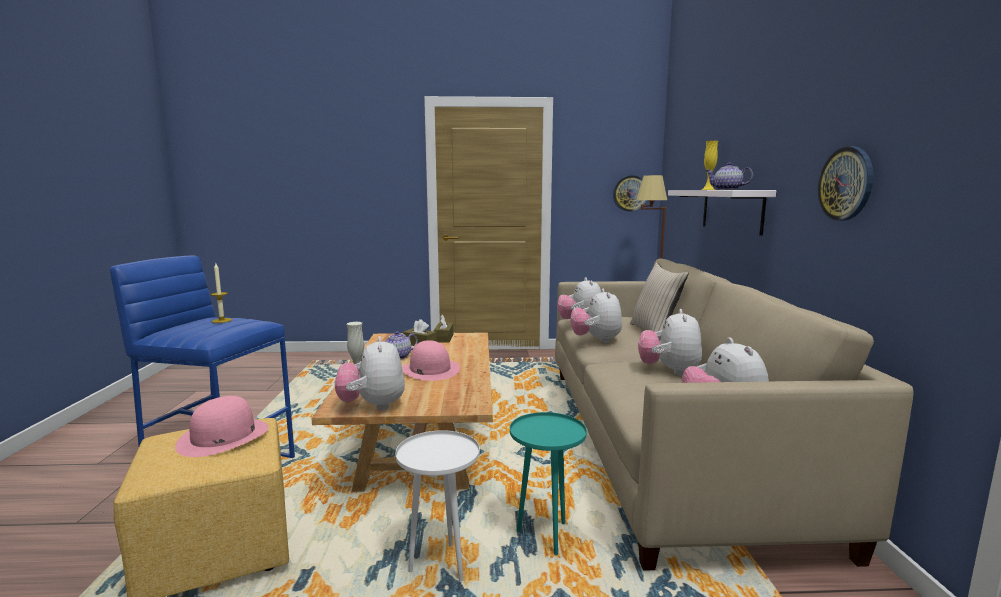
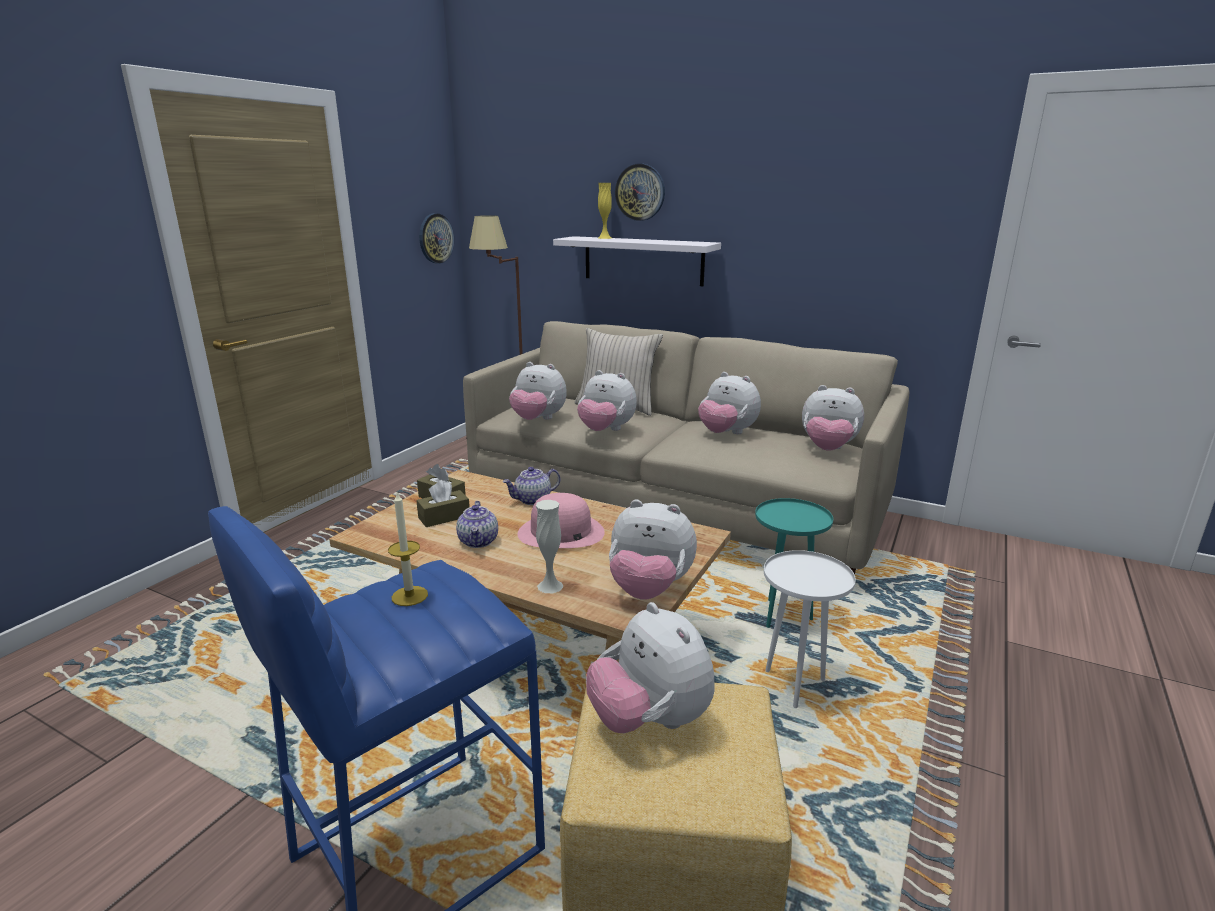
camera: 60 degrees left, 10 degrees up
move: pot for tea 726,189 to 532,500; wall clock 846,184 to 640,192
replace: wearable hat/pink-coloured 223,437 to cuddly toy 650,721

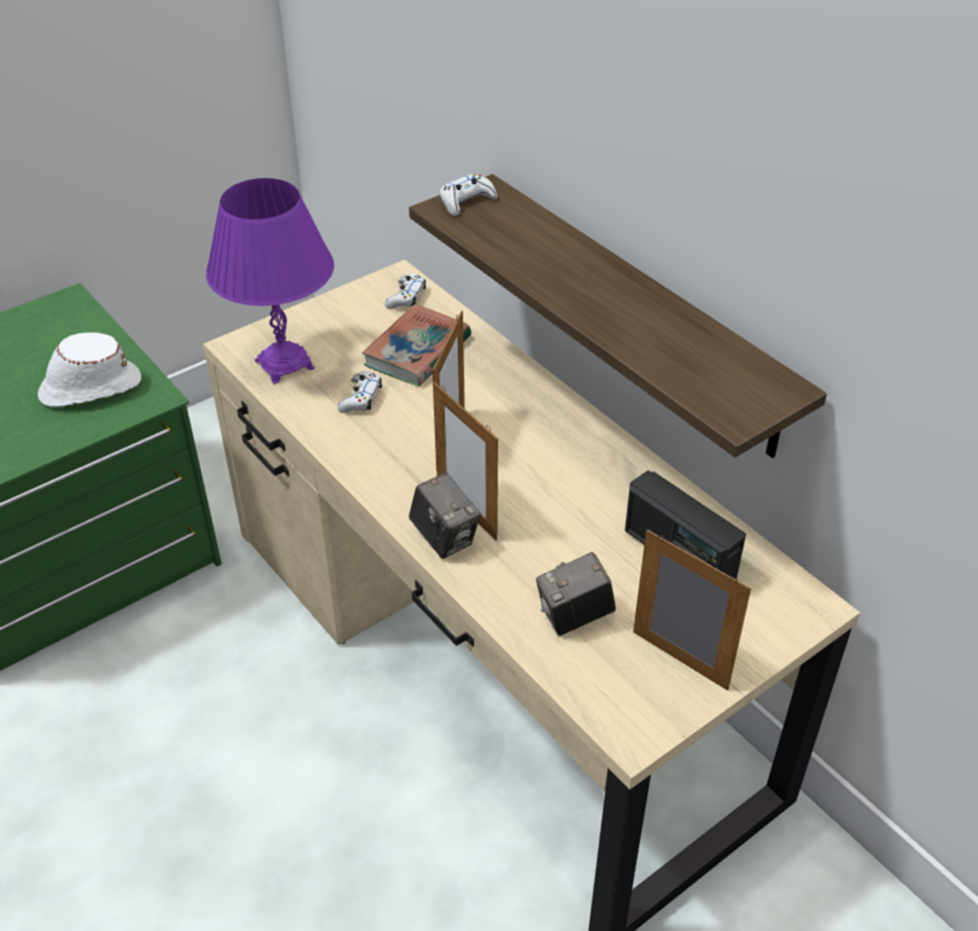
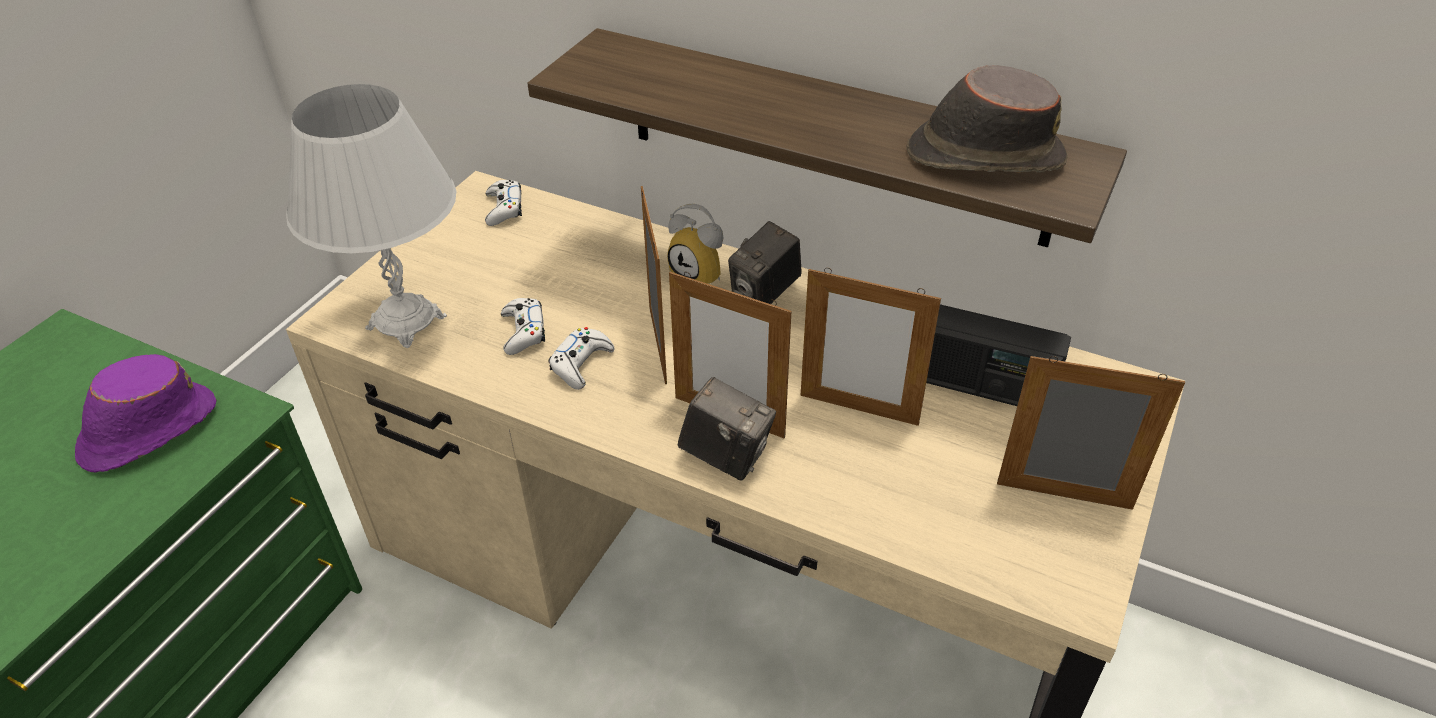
camera: 25 degrees left, 0 degrees up
delete: book 417,351
insert: table clock 701,274; picture frame 858,409; wearable hat/brown 983,155
move: gamepad/white 466,201 to 581,364; still camera 574,617 to 765,293
recolor: wearable hat/white 89,388 to wearable hat/purplish 147,431; lamp for a table/purplish 284,365 to lamp for a table/white 406,322

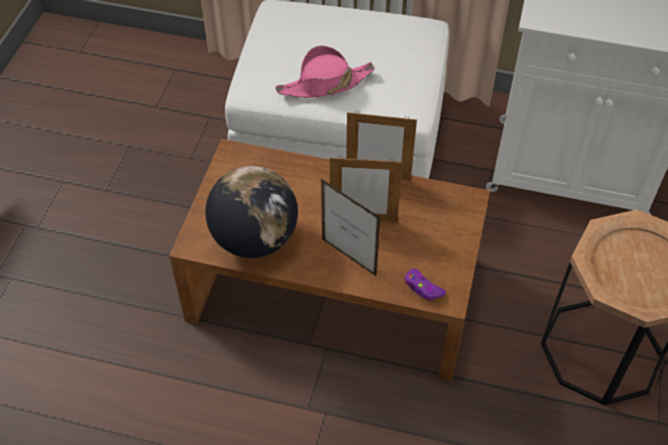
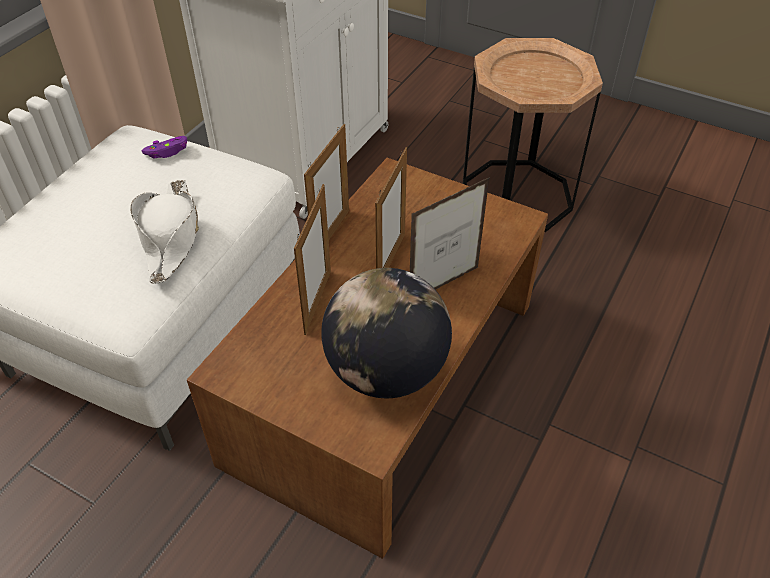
camera: 75 degrees left, 5 degrees down
insert: picture frame 317,301
move: gamepad/purplish 423,288 to 167,151
recolor: wearable hat/pink-coloured 325,84 to wearable hat/white 170,237

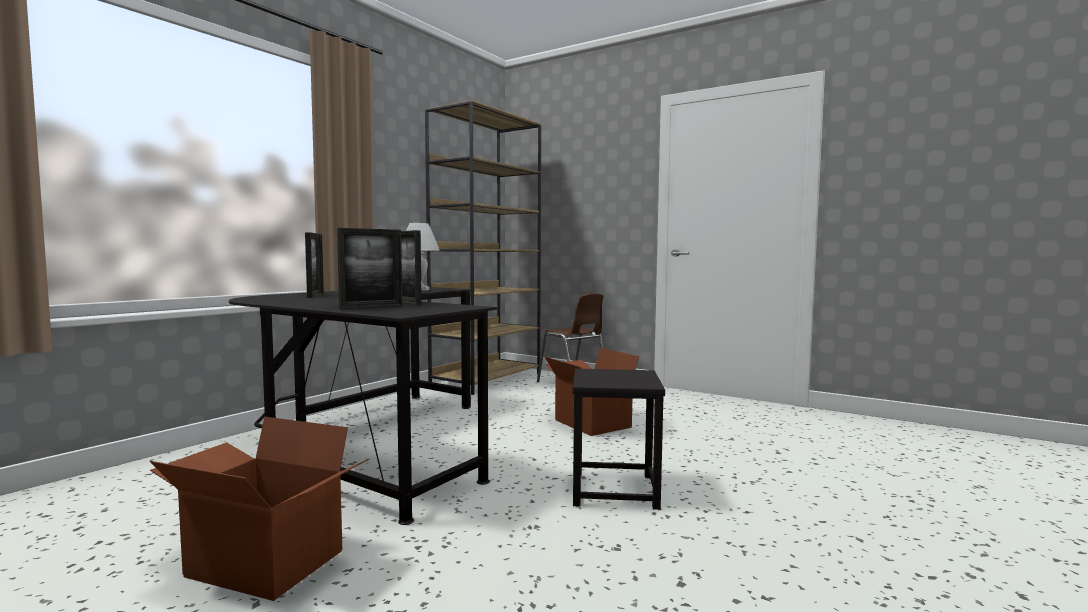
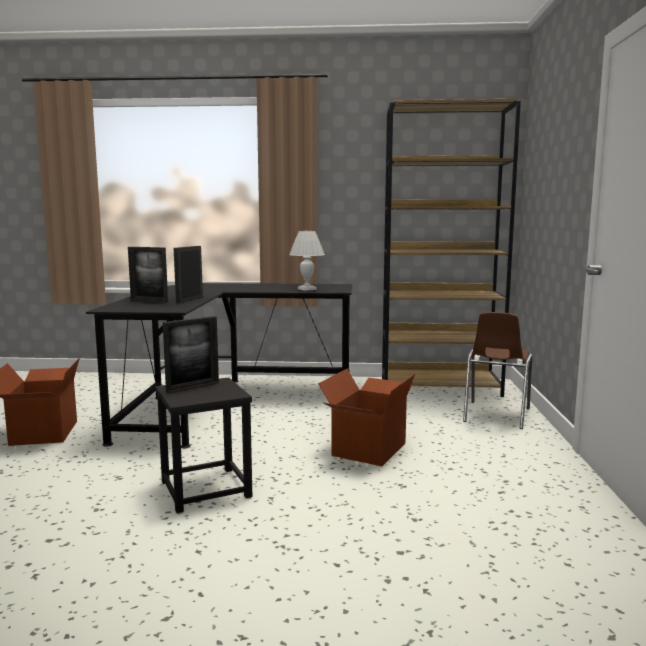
camera: 60 degrees right, 5 degrees up
move: picture frame 315,296 to 193,387

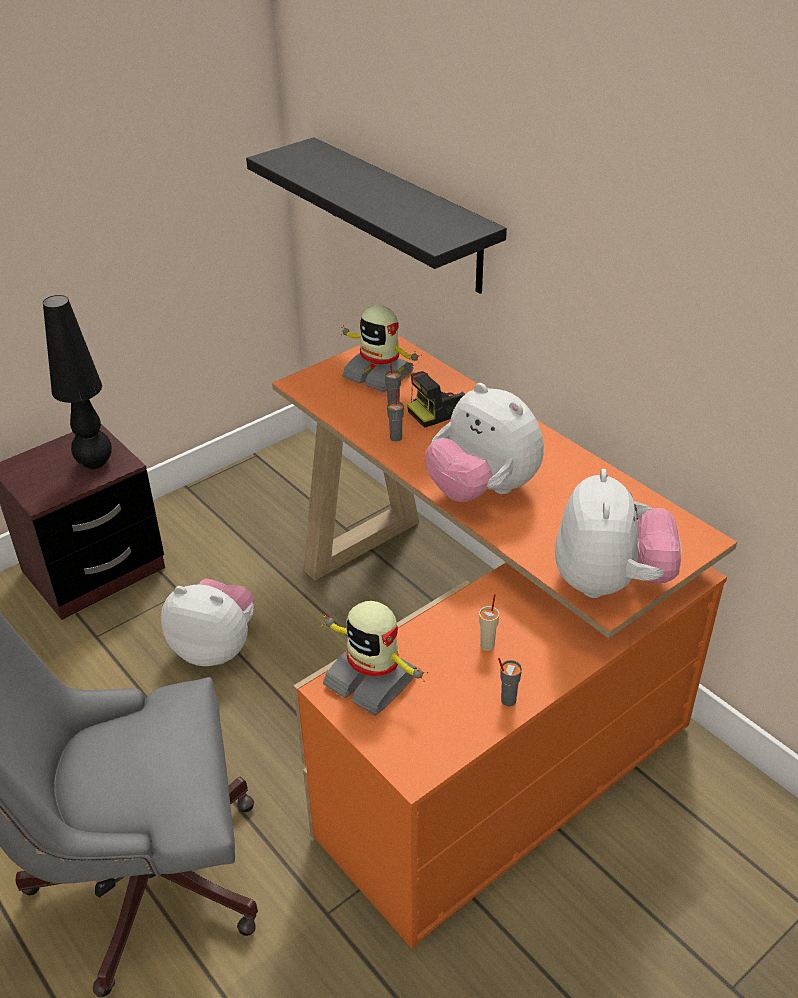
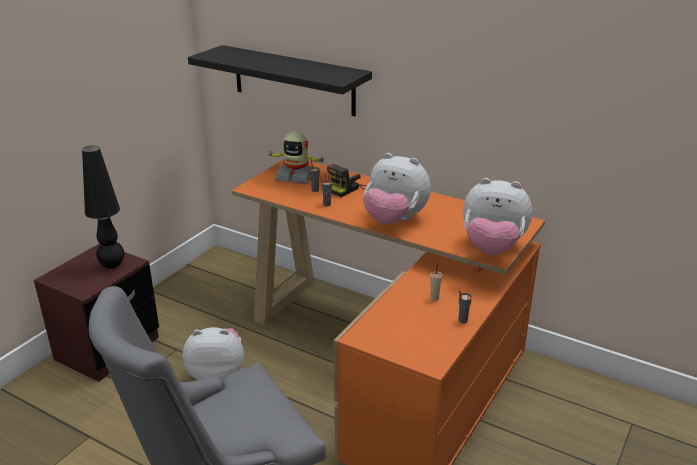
camera: 20 degrees left, 10 degrees down
delete: toy robot 372,679
rotate: cuddly toy 609,582 = 492,249 120 degrees clockwise

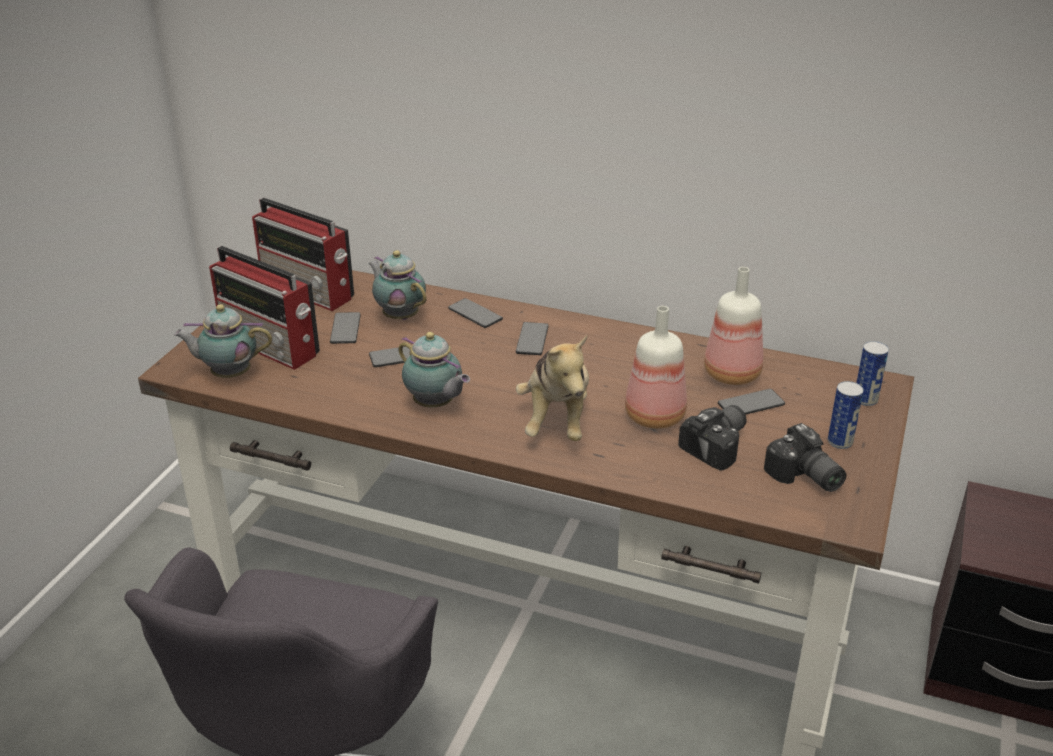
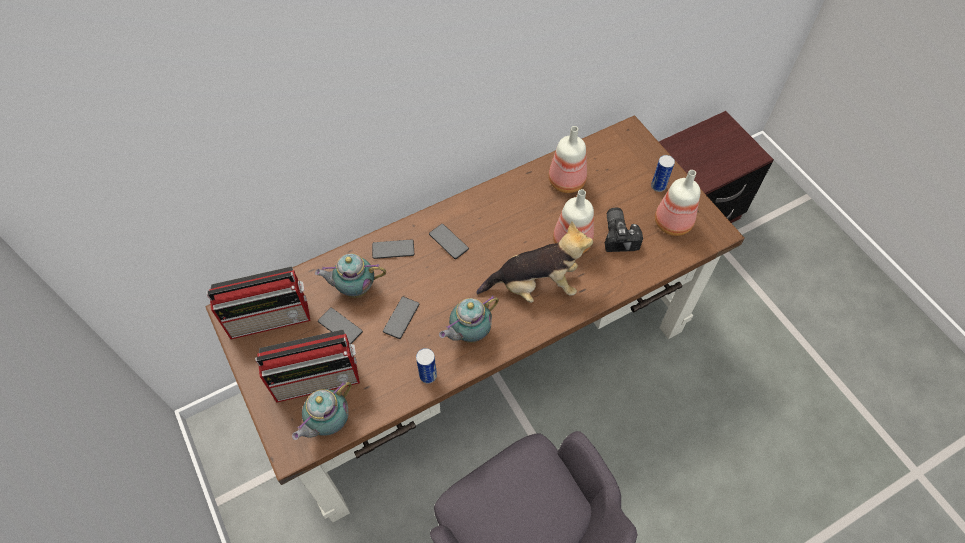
camera: 50 degrees left, 25 degrees up
delete: handset 751,404
move: can 865,400 to 428,375
replace: still camera 804,477 to beverage bottle 672,222
rotate: pot for tea 435,405 = 469,333 150 degrees clockwise; cuddly toy 556,419 = 535,286 45 degrees counterclockwise

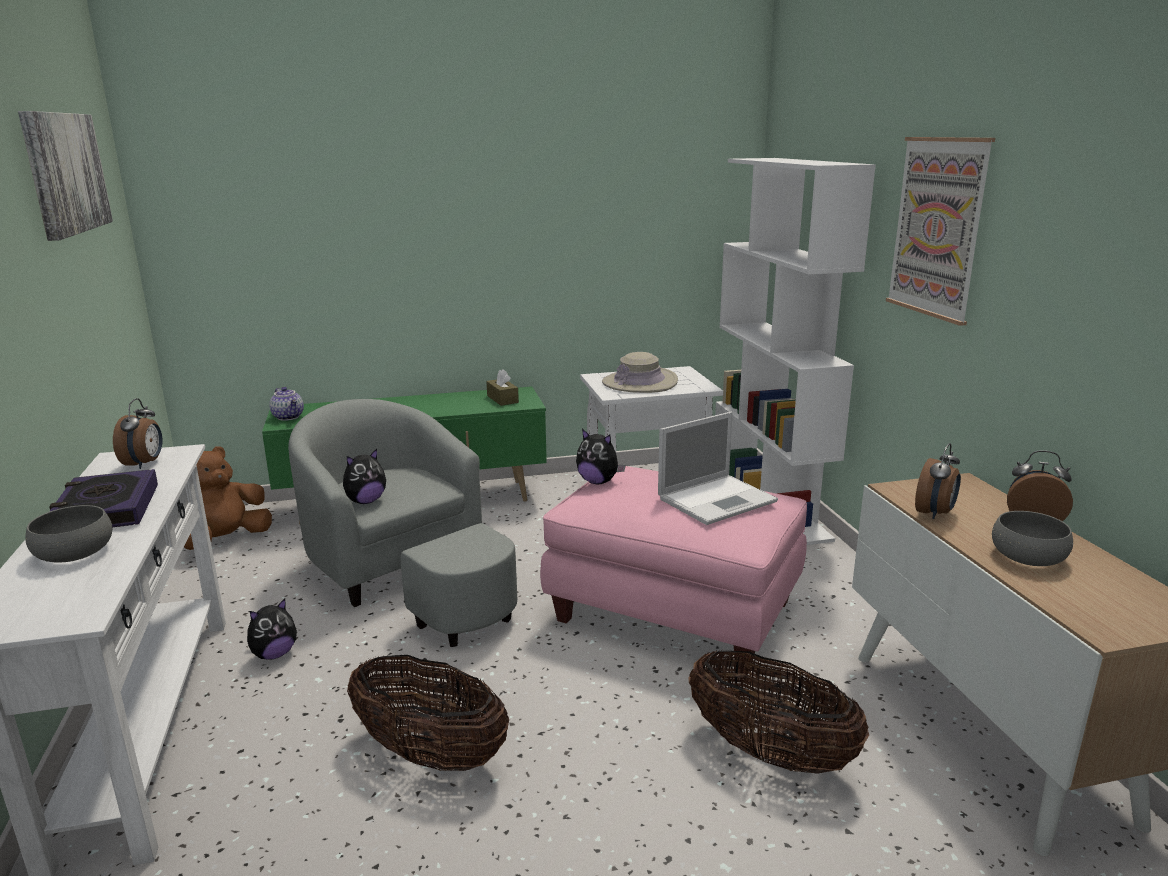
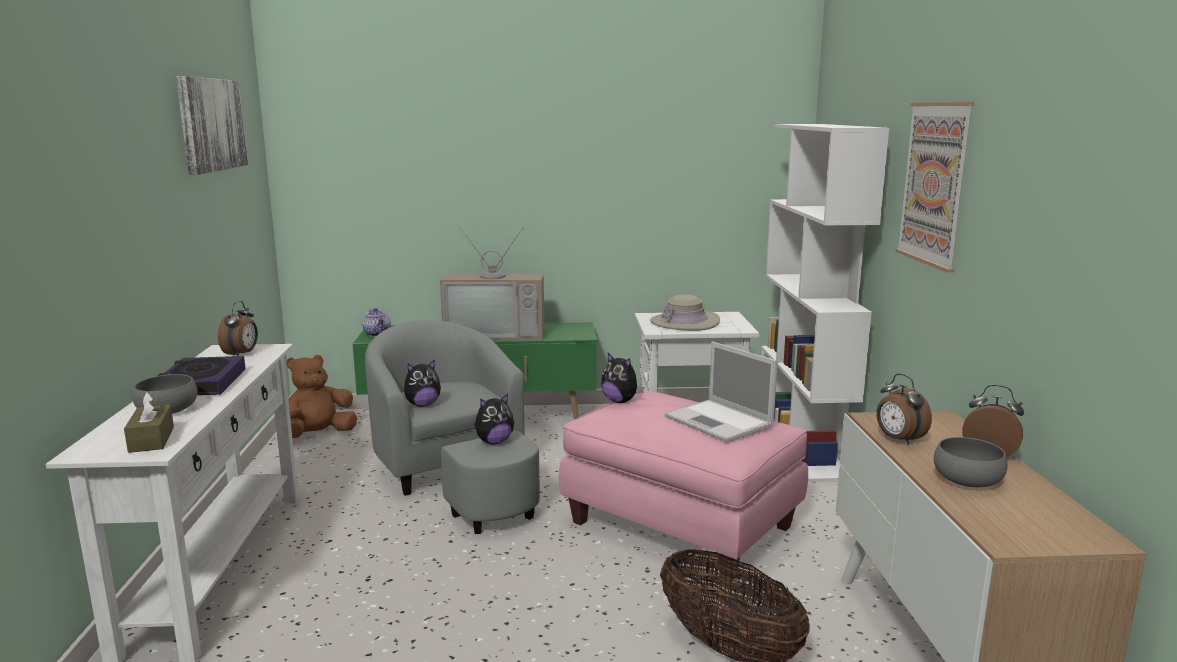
camera: 10 degrees right, 5 degrees down
delete: basket 430,754
insert: TV set 496,333
move: cuddly toy 274,654 to 494,442; box of tissues/brown 502,399 to 151,439
rotate: portable computer 718,499 = 720,421 75 degrees clockwise; table clock 935,513 = 898,439 105 degrees clockwise

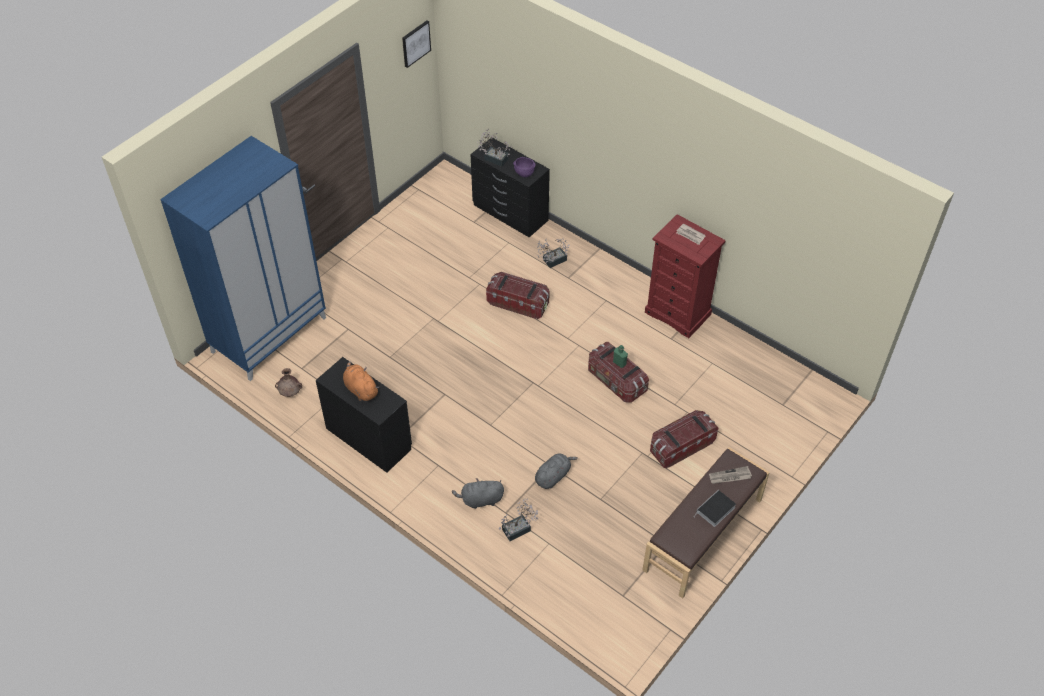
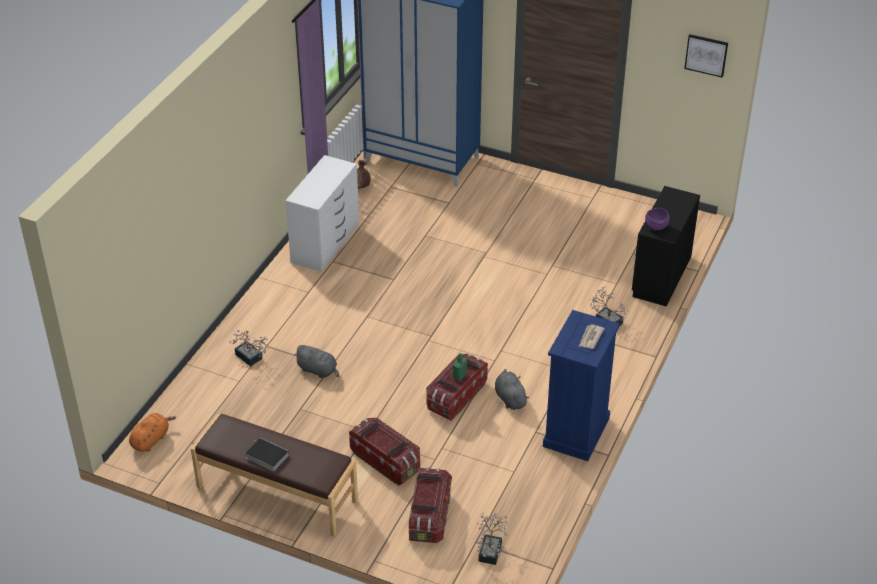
camera: 75 degrees right, 10 degrees down
delete: printed paper 729,477
move: cuddly toy/orangey 360,389 to 151,440; cuddly toy/gray 480,500 to 510,398; houseplant 494,158 to 491,549; storage box 518,303 to 429,516
recolor: dresser/blackish 369,437 to dresser/white 326,243; dresser/reddish 678,313 to dresser/blue-coloured 576,432

